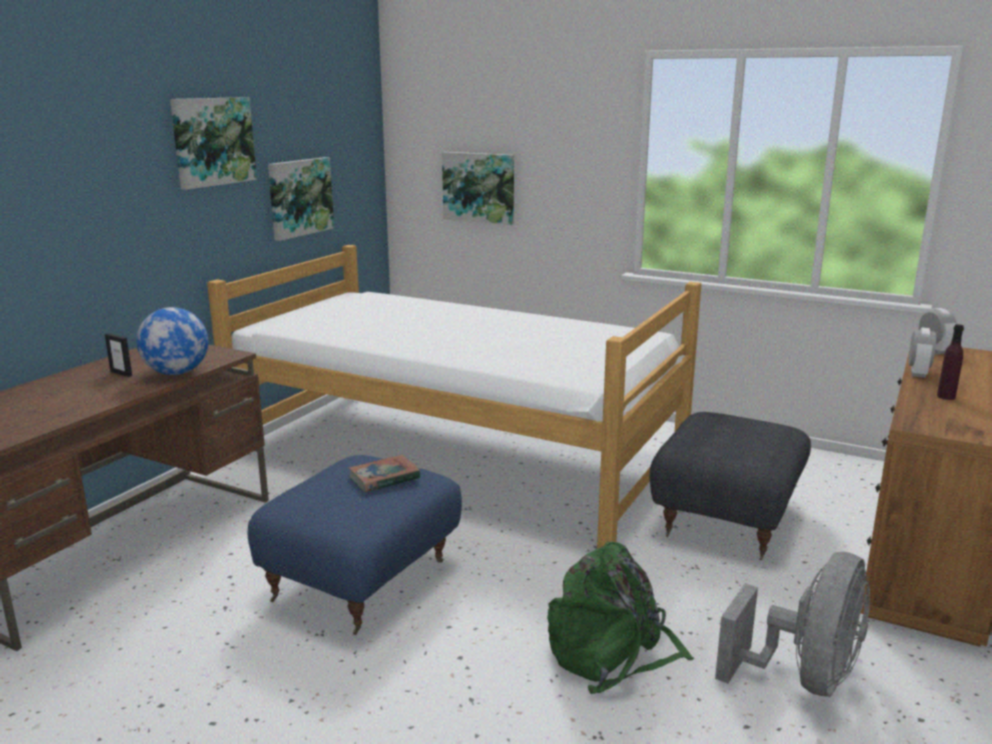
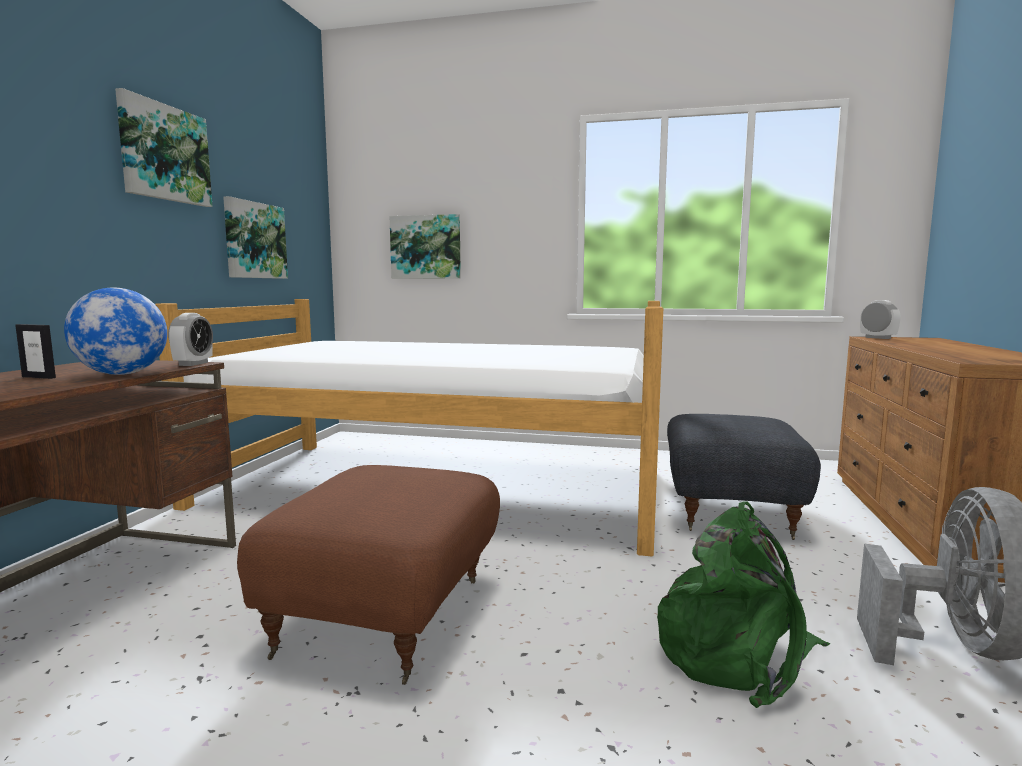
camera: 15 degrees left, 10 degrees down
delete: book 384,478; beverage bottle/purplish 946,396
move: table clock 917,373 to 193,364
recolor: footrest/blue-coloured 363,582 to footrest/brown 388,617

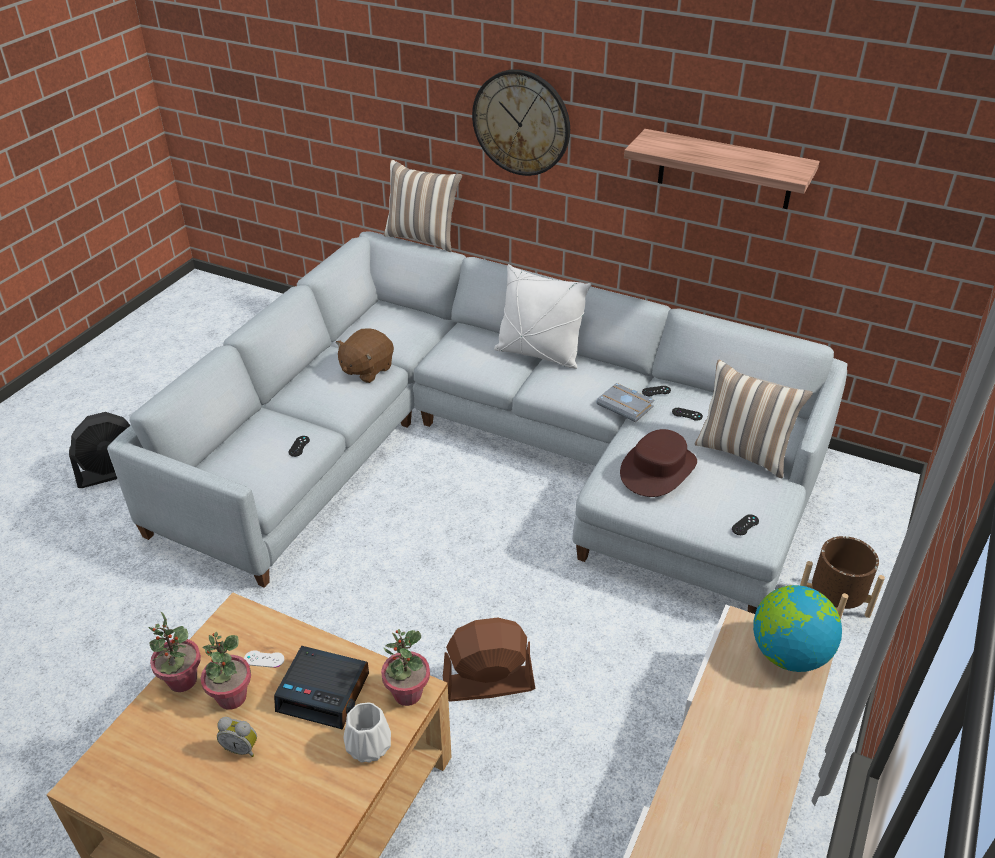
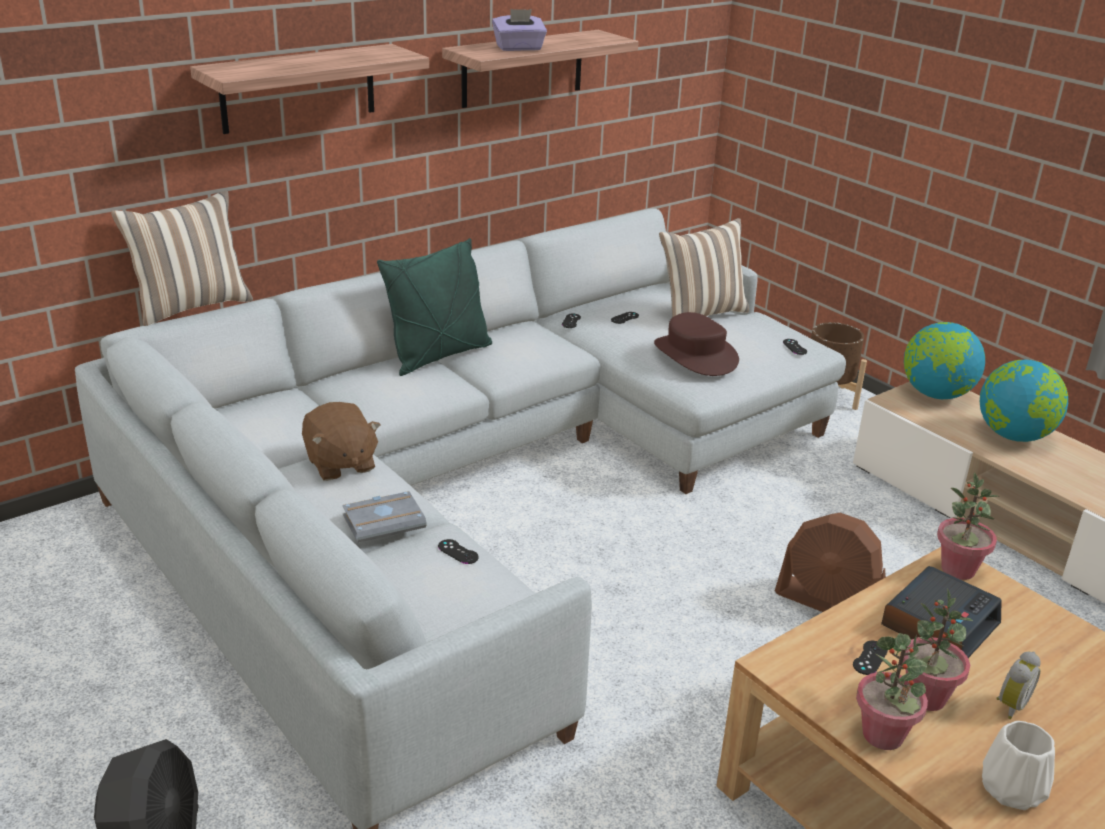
camera: 65 degrees left, 10 degrees down
insert: box of tissues/purplish 519,48; desk globe 1014,436
move: flower vase/white 369,745 to 1010,788; book/gray 626,406 to 385,521
replace: wall clock 521,123 to bracket shelf 298,88
recolor: gamepad/white 264,659 to gamepad/blackish 870,658; cushion/white 538,354 to cushion/green 439,356
rotate: cooling fan/brown 488,683 = 829,603 75 degrees counterclockwise

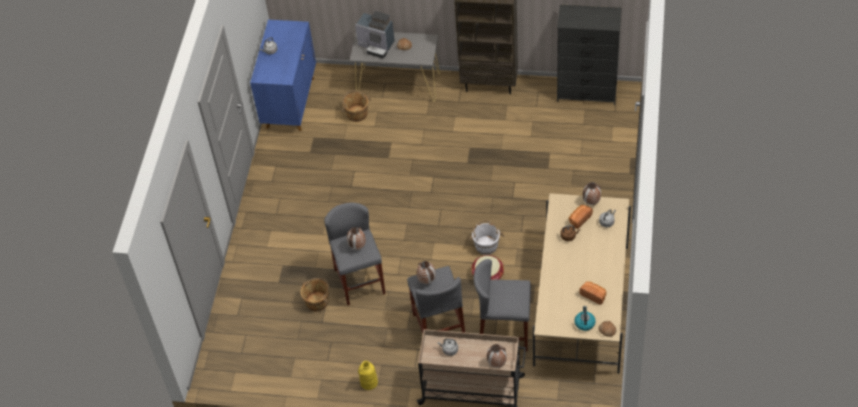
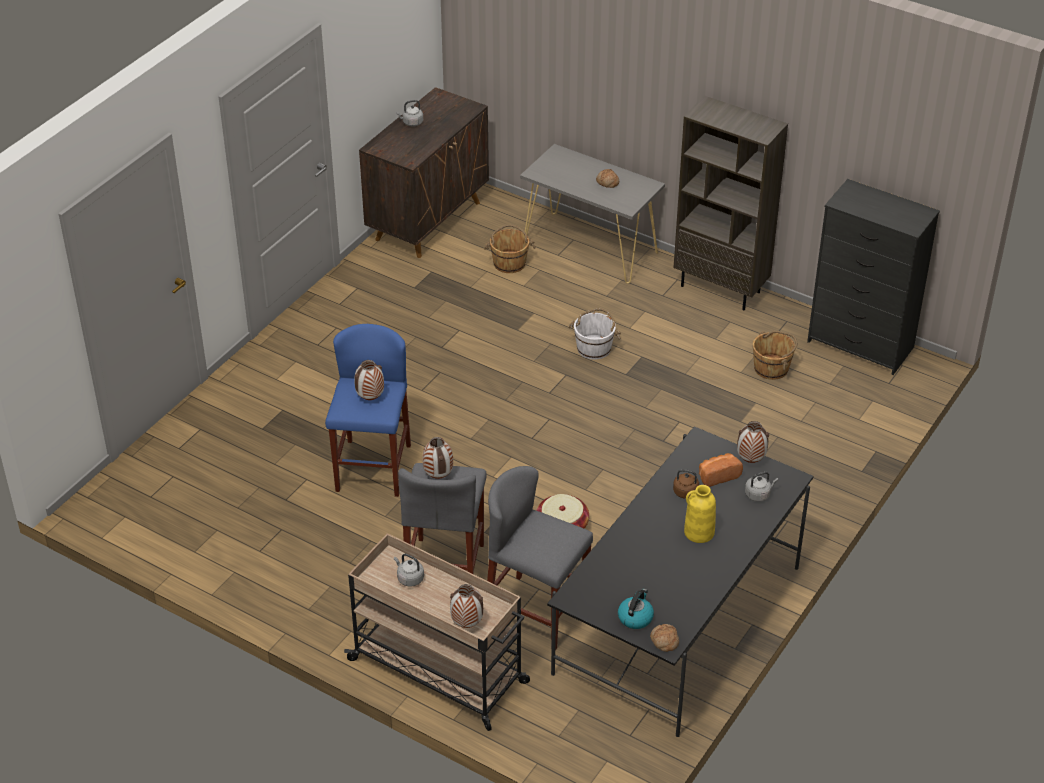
camera: 20 degrees right, 10 degrees down
delete: coffee maker 376,46; baked bread 594,295
move: water bucket/brown 317,301 to 772,368; flower vase/yellowish 369,383 to 698,532; water bucket/white 486,245 to 594,348
recolor: storage cabinet/blue-coloured 290,102 to storage cabinet/brown 428,220; stool seat/gray 360,281 to stool seat/blue-coloured 373,468; dinner table/sand-coloured 581,305 to dinner table/blackish 678,619

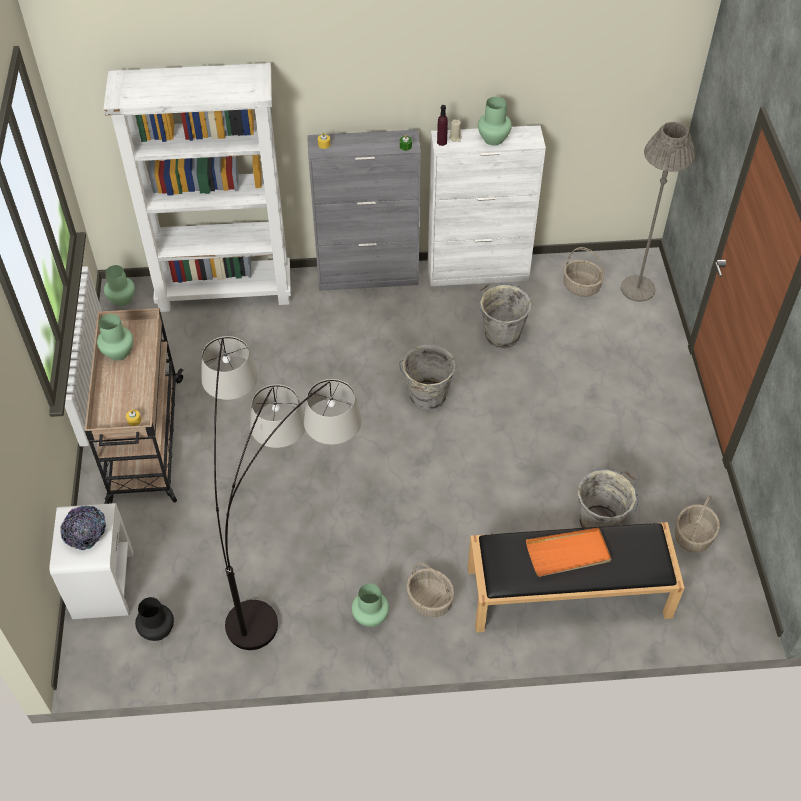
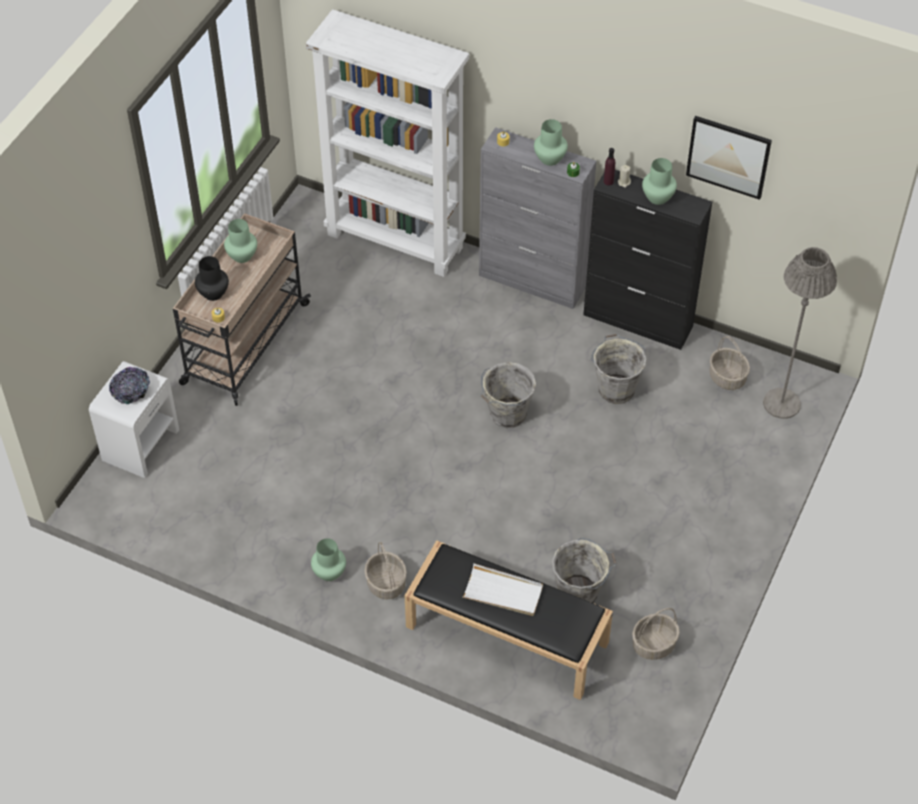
camera: 30 degrees right, 0 degrees up
delete: standard lamp 284,575
insert: picture 728,156
move: flower vase/green 122,300 to 550,159; flower vase/blackish 158,630 to 213,293
recolor: storage cabinet/white 478,272 to storage cabinet/blackish 638,321; tray/orangey 568,553 to tray/white 503,592

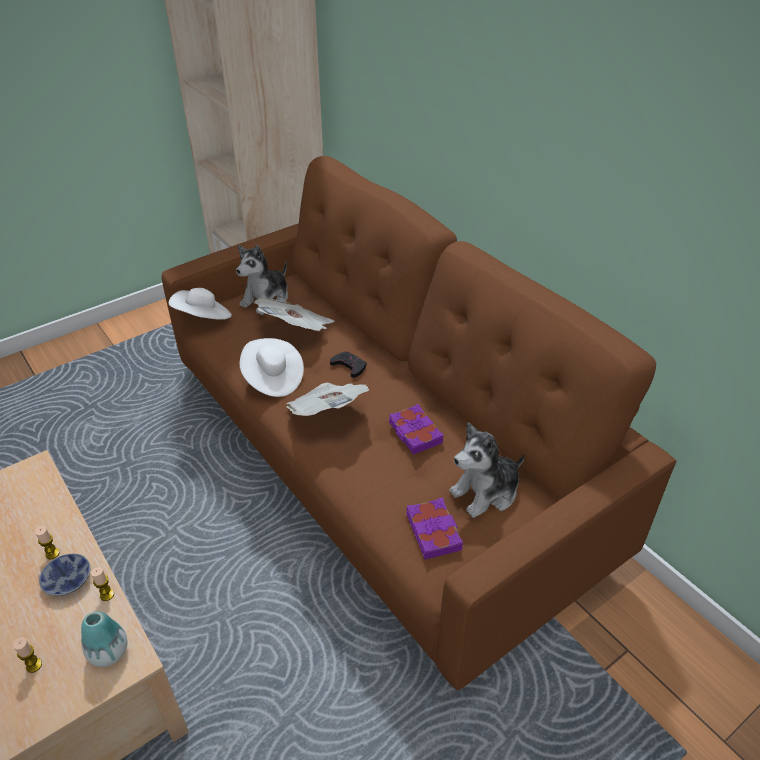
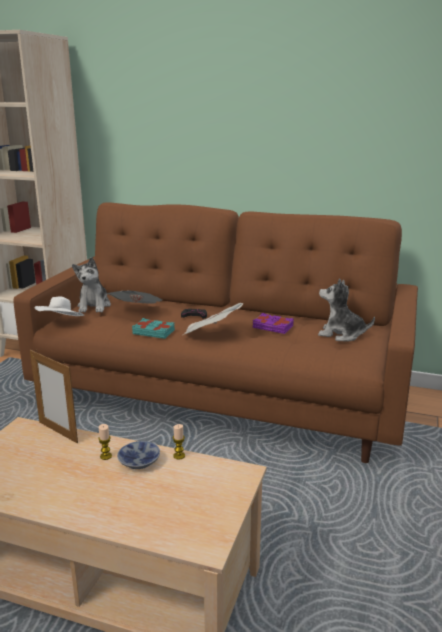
camera: 35 degrees left, 20 degrees down
delete: wax light 34,665; flower vase 109,652; book/purplish 434,532
insert: picture frame 58,432
replace: wearable hat/white 272,379 to book/blue-green 154,332
rotate: cuddly toy 486,492 = 341,334 90 degrees clockwise

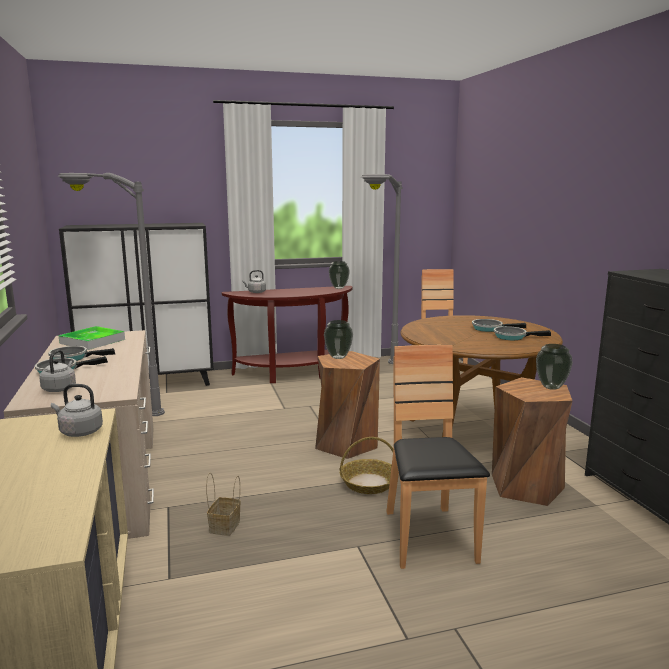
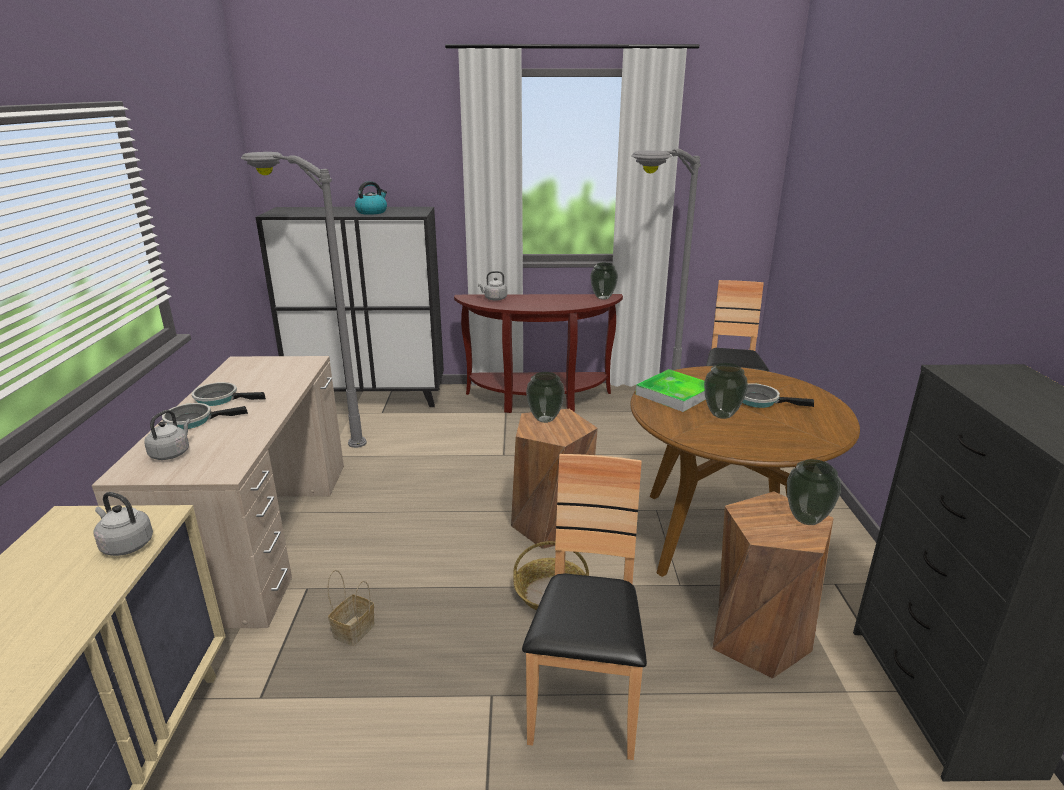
camera: 15 degrees right, 10 degrees up
delete: frying pan 512,337
insert: tea kettle 372,212; flower vase 721,415
move: tray 92,341 to 675,394

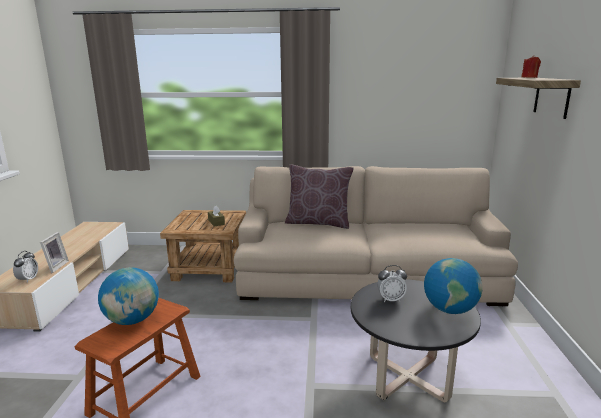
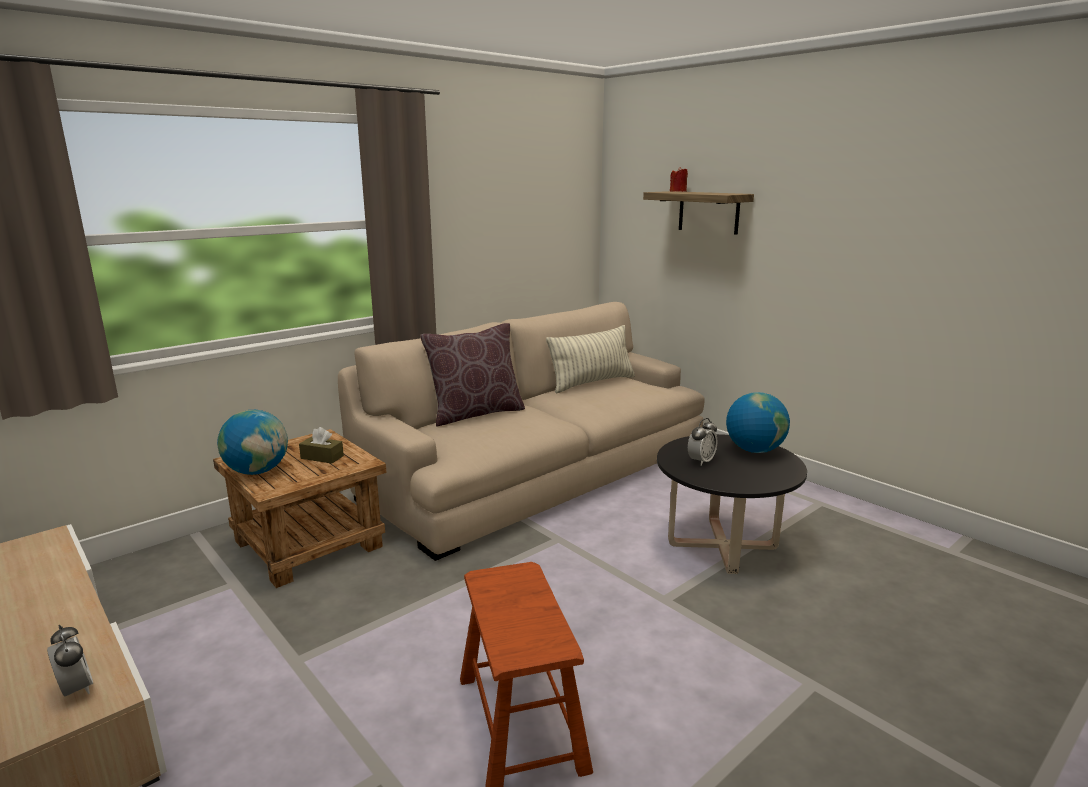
camera: 45 degrees left, 0 degrees up
delete: picture frame 55,267
insert: cushion 592,383
move: desk globe 133,320 to 257,471

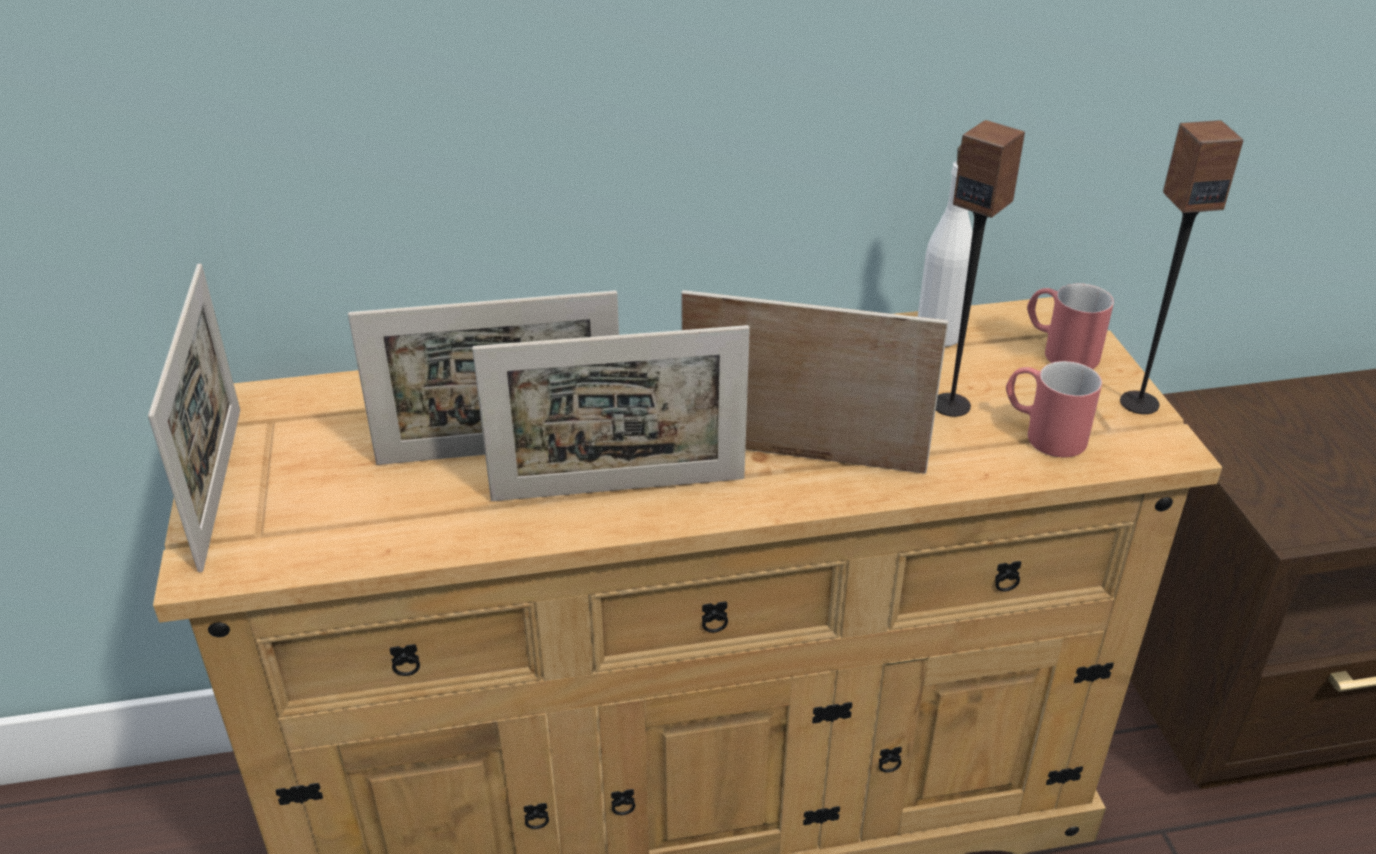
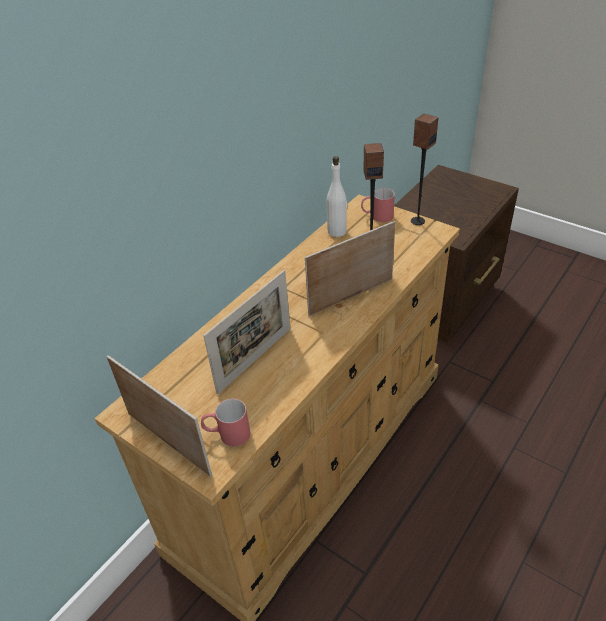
camera: 40 degrees left, 5 degrees up
delete: picture frame 618,489
move: coffee mug/reddish 1042,433 to 227,435

